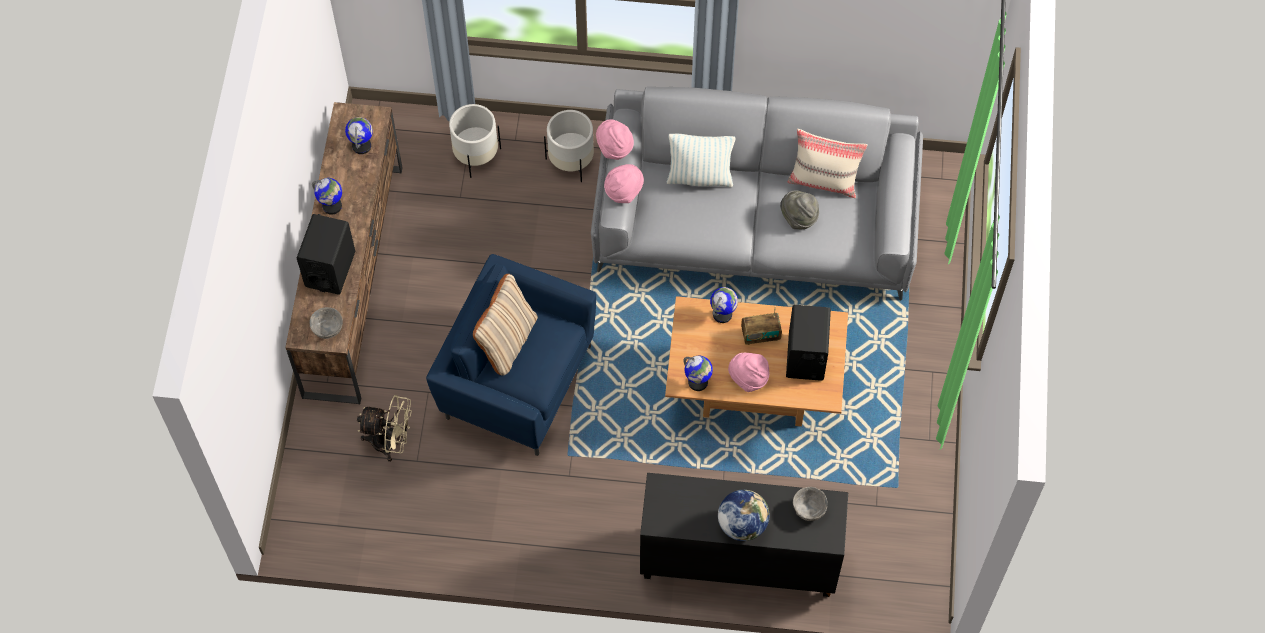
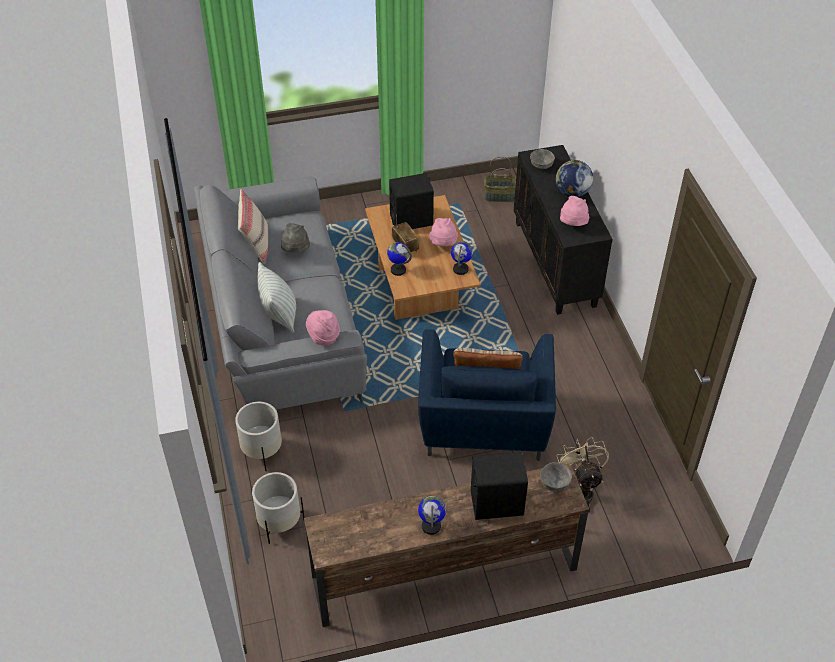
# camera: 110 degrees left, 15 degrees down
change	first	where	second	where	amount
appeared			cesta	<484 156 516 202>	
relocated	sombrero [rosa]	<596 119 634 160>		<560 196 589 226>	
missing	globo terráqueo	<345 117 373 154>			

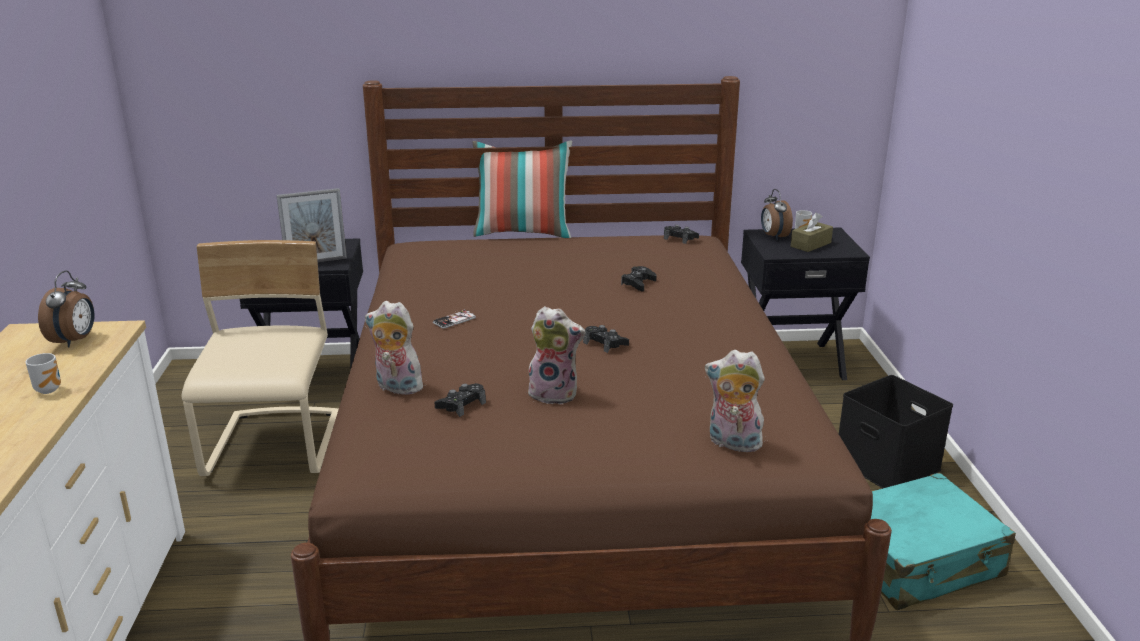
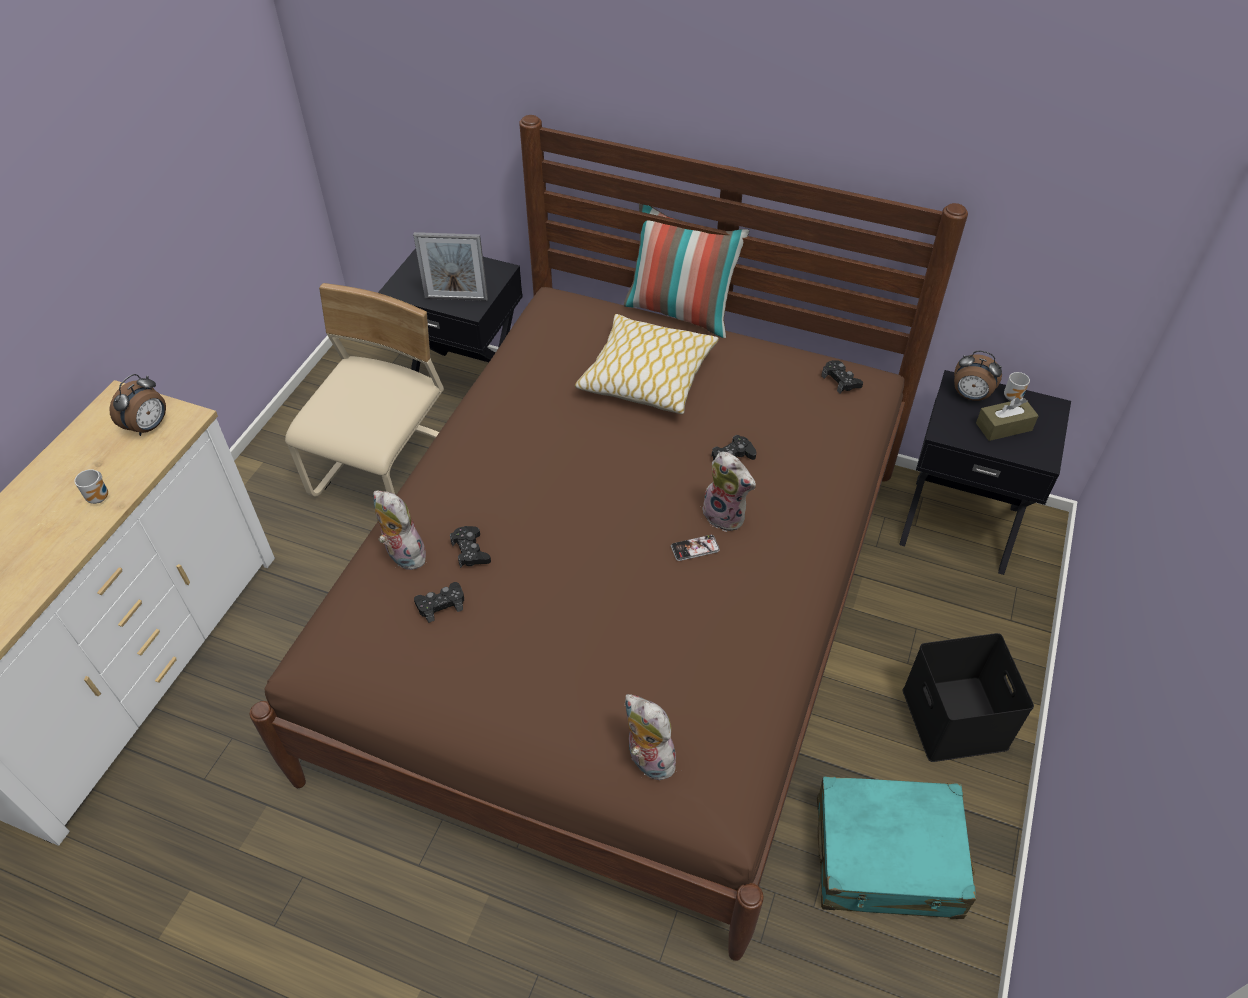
# camera: 25 degrees right, 25 degrees up
change	first	where	second	where	amount
relocated	mando de consola [negro]	<583 325 629 353>		<450 526 491 568>	
appeared			cojín	<575 314 719 414>	
relocated	móvil	<433 309 476 329>		<671 535 720 561>	
relocated	peluche	<526 306 585 405>		<702 452 756 532>	
spun	despertador	<761 189 793 240>		<954 350 1002 401>	75 degrees counterclockwise

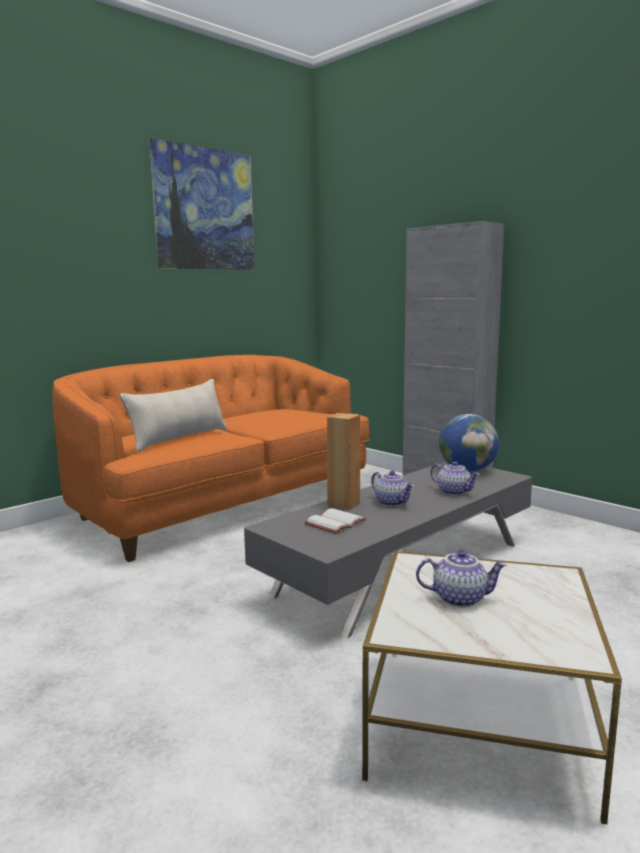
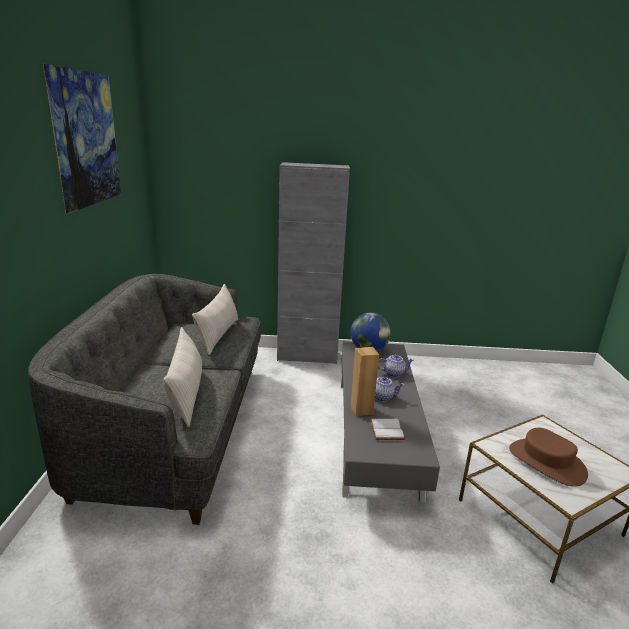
# camera: 45 degrees left, 10 degrees up
change	first	where	second	where	amount
colour	sofá [naranja]	<52 355 369 562>	sofá [gris]	<28 274 261 525>	
appeared			cojín [beis]	<192 284 238 355>	
exchanged	tetera	<416 550 507 607>	sombrero [marrón]	<509 428 588 487>	

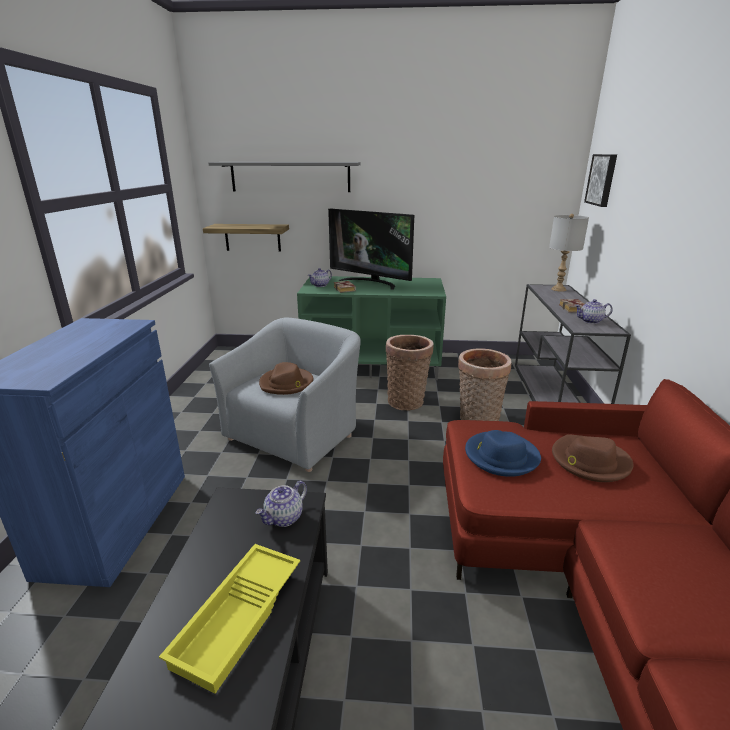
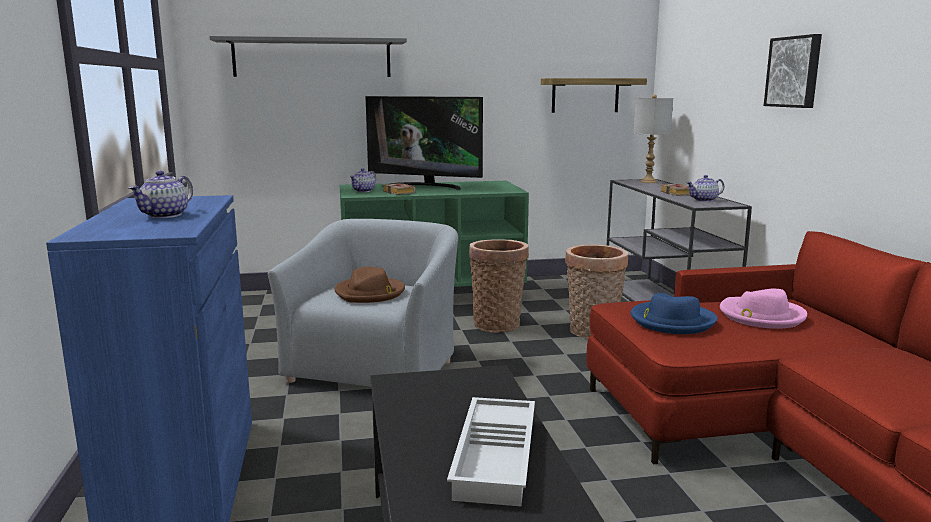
# camera: 15 degrees left, 10 degrees down
change	first	where	second	where	amount
relocated	tetera	<255 481 307 527>		<129 171 193 218>	
colour	bandeja [amarillo]	<159 544 300 694>	bandeja [blanco]	<447 397 535 506>	
relocated	estante	<203 224 289 252>		<541 78 647 113>	
colour	sombrero [marrón]	<552 435 634 482>	sombrero [rosa]	<720 289 807 329>	
relocated	cuadro	<584 154 617 207>		<764 34 822 108>	

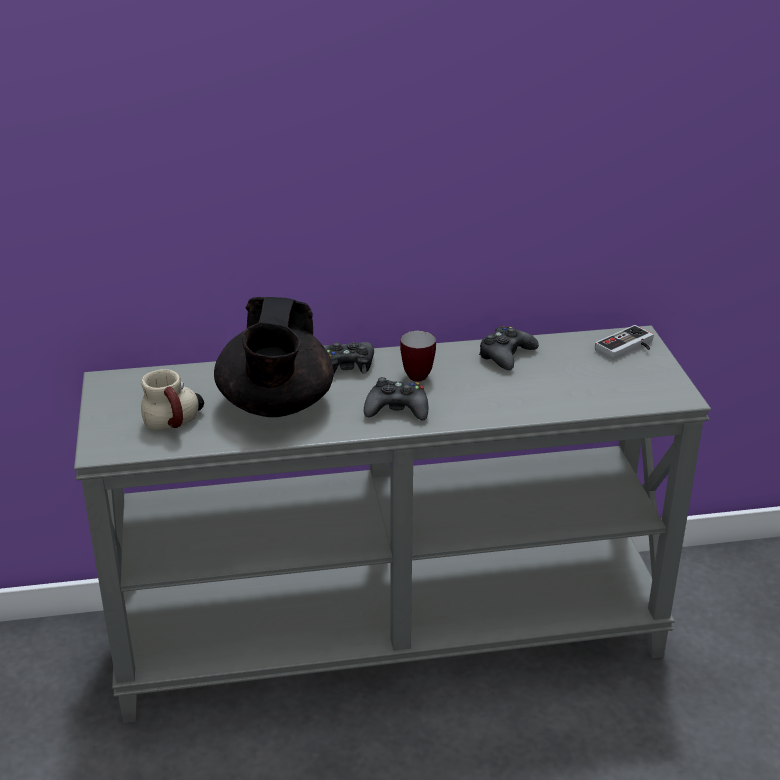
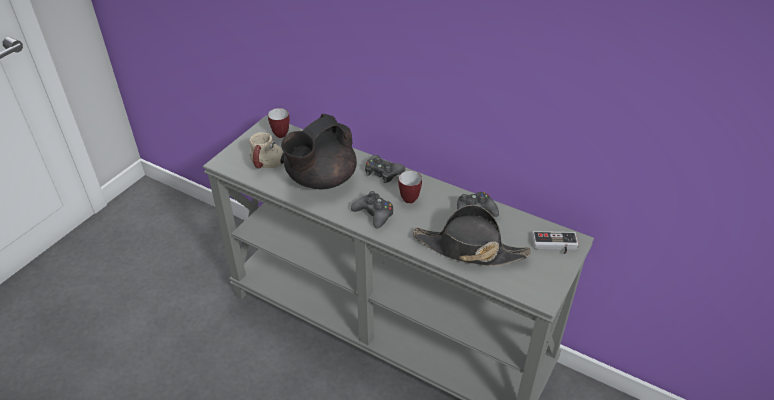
# camera: 40 degrees right, 10 degrees up
change	first	where	second	where	amount
appeared			taza grande	<268 108 290 138>	
appeared			sombrero [negro]	<413 205 531 266>	

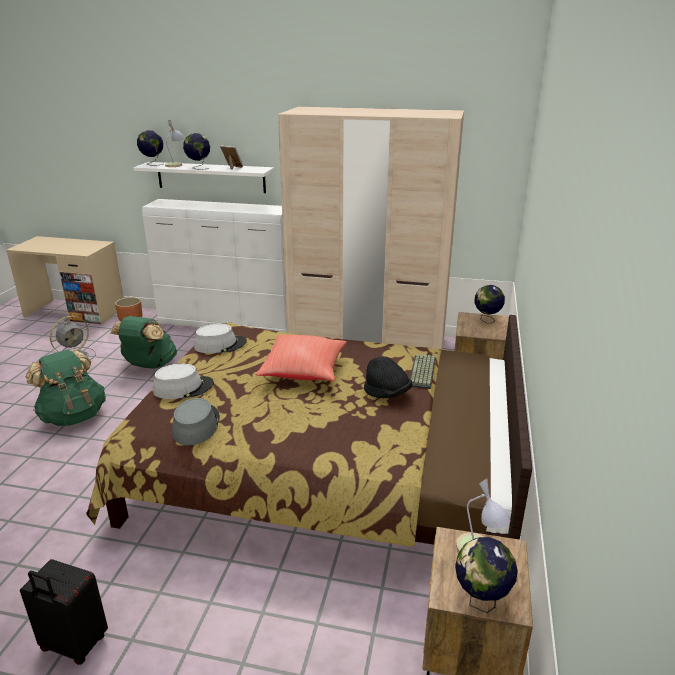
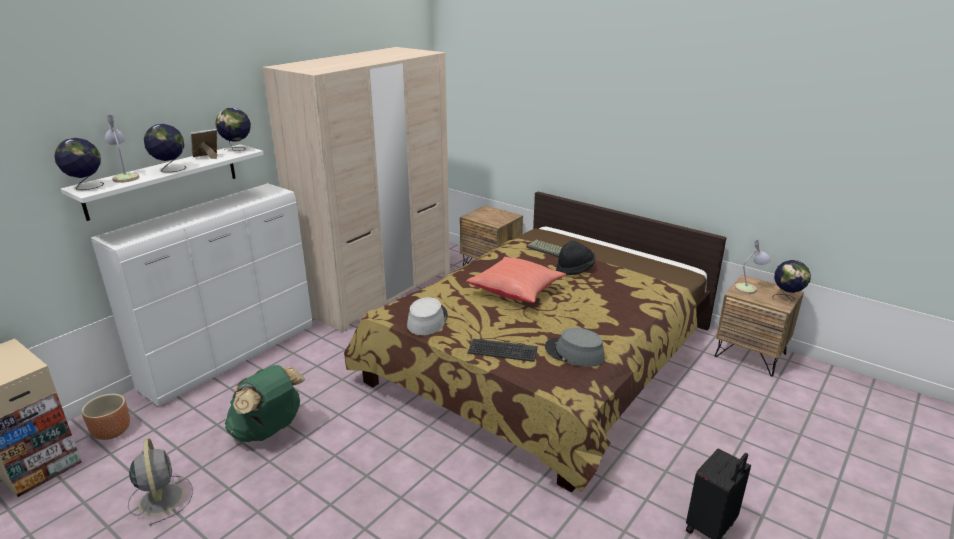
# camera: 65 degrees left, 0 degrees up
change	first	where	second	where	amount
relocated	globo terráqueo	<475 285 505 324>		<215 108 251 151>	
exchanged	sombrero [gris]	<153 363 214 399>	teclado	<467 339 538 362>	
missing	mochila [verde]	<26 350 106 426>			

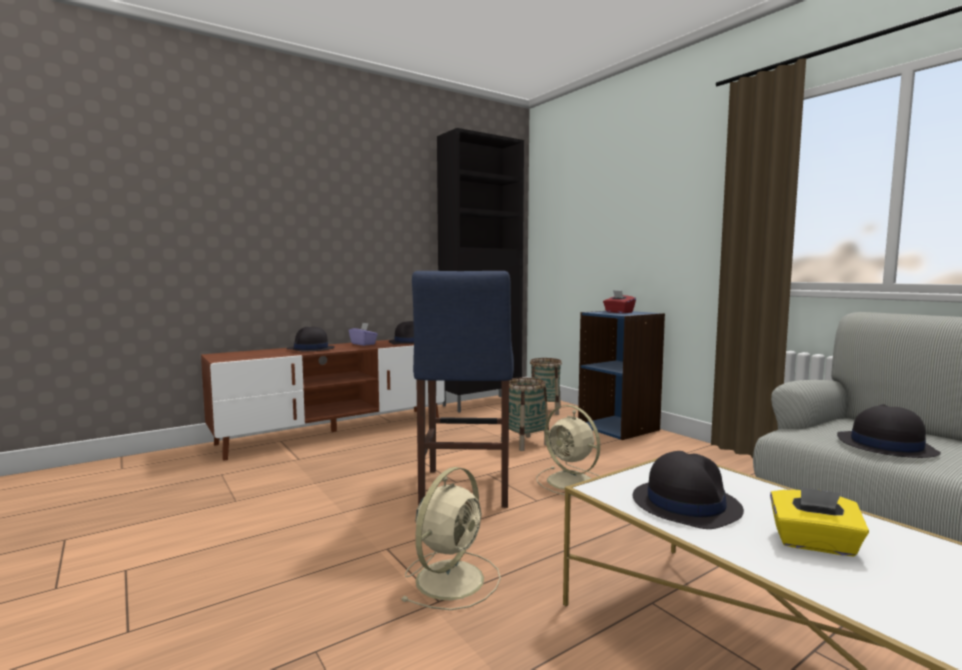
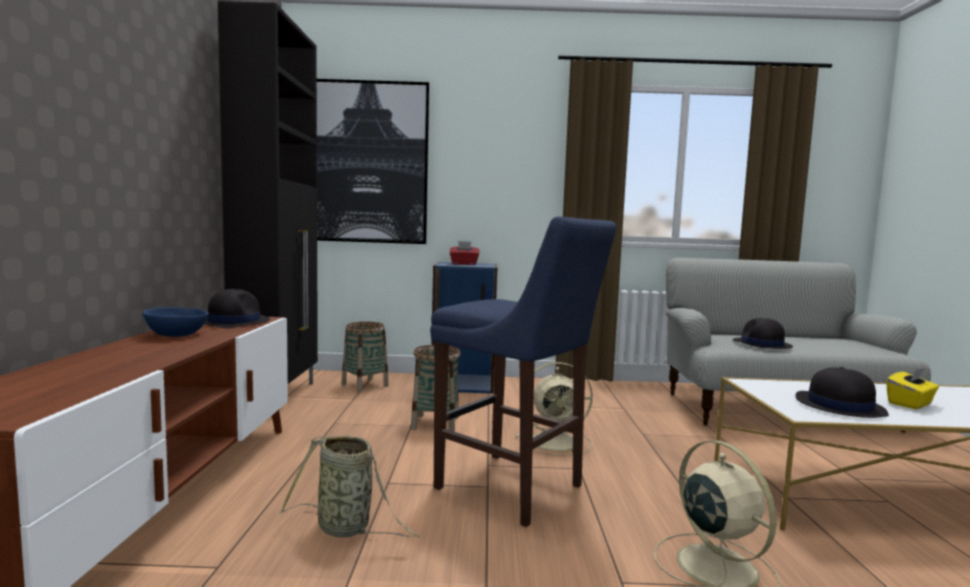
# camera: 55 degrees left, 0 degrees up
change	first	where	second	where	amount
exchanged	caja de pañuelos [morado]	<349 323 378 346>	cuenco [azul]	<143 307 209 337>	
appeared			cesta	<280 435 419 537>	
appeared			cuadro	<317 79 430 244>	
missing	sombrero [negro]	<287 326 335 351>			

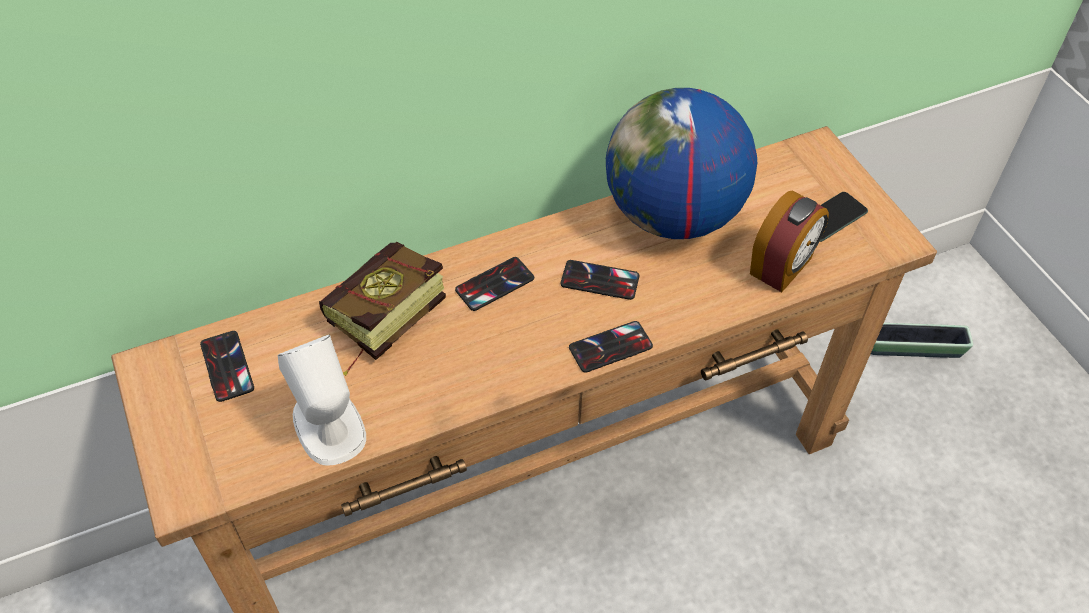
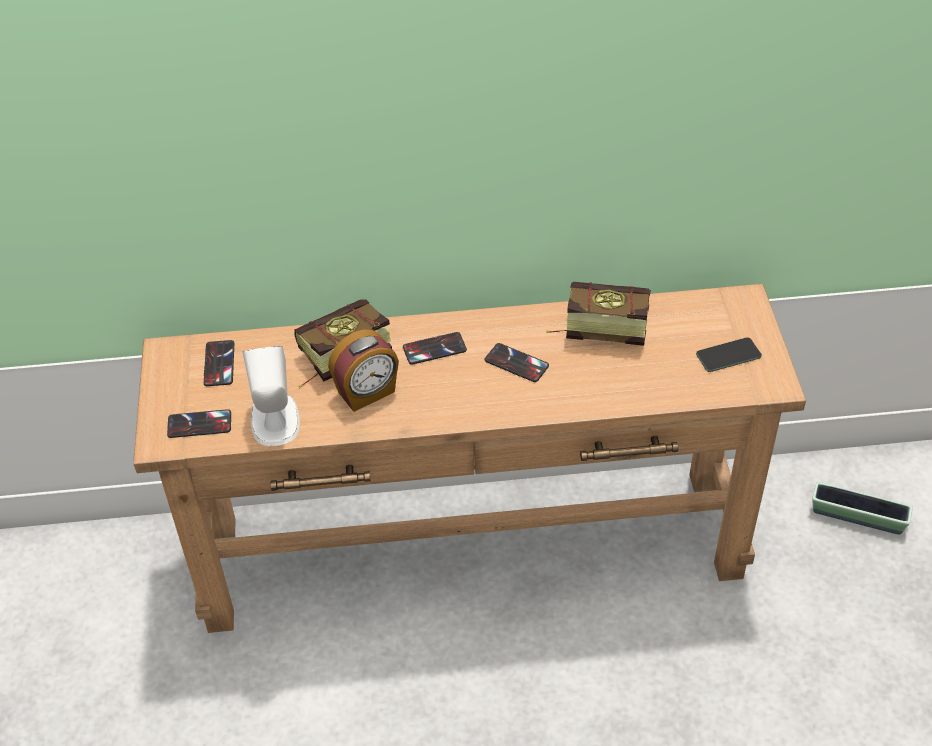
# camera: 20 degrees right, 5 degrees down
change	first	where	second	where	amount
relocated	móvil	<569 321 653 373>		<167 409 231 438>	
relocated	despertador	<750 190 829 292>		<328 329 399 412>	
exchanged	globo terráqueo	<606 88 757 239>	libro	<546 282 651 346>	

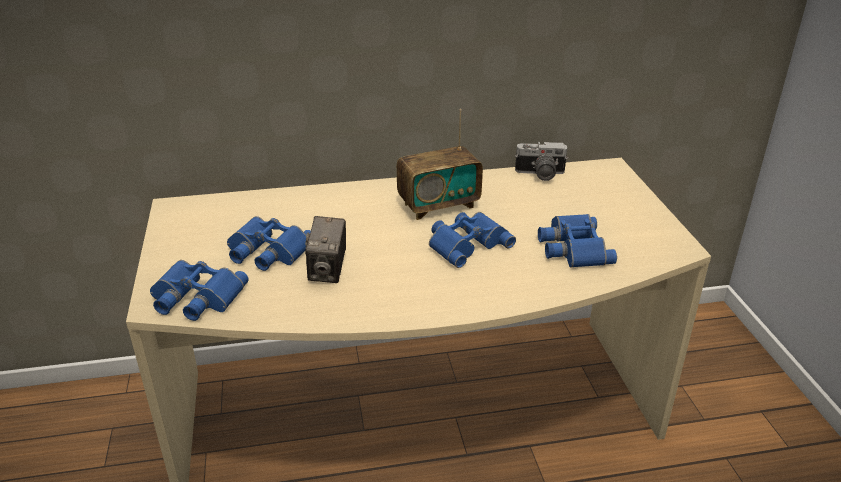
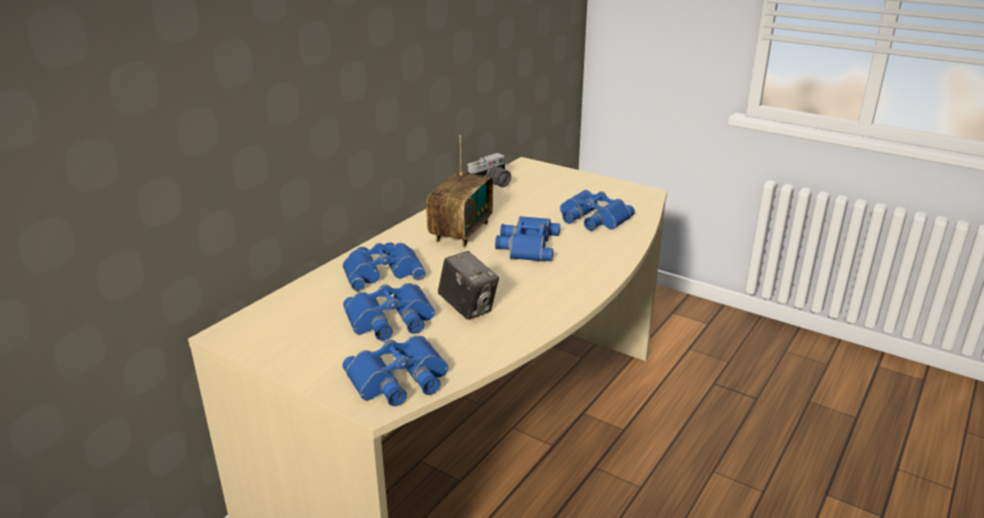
# camera: 45 degrees left, 5 degrees down
change	first	where	second	where	amount
appeared			prismáticos [azul]	<343 242 426 291>	

